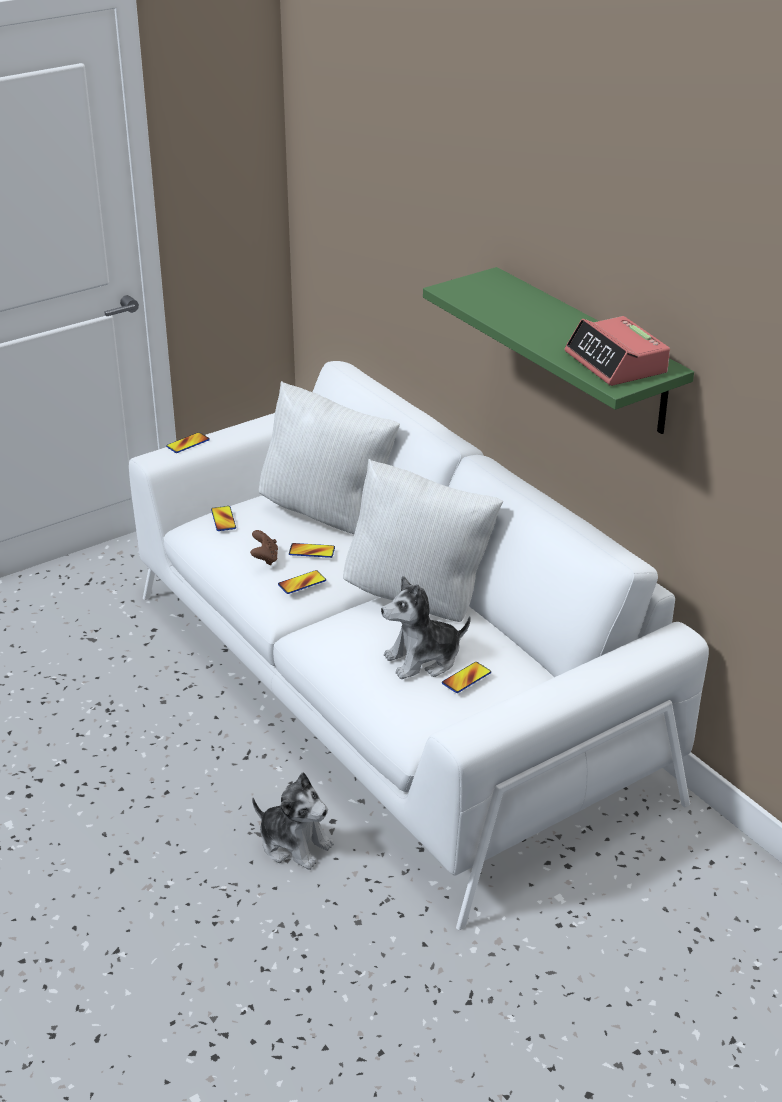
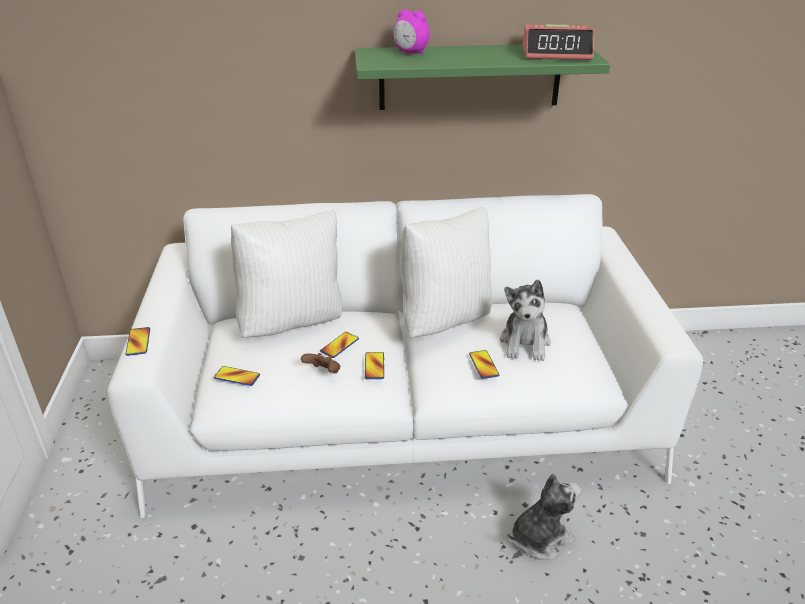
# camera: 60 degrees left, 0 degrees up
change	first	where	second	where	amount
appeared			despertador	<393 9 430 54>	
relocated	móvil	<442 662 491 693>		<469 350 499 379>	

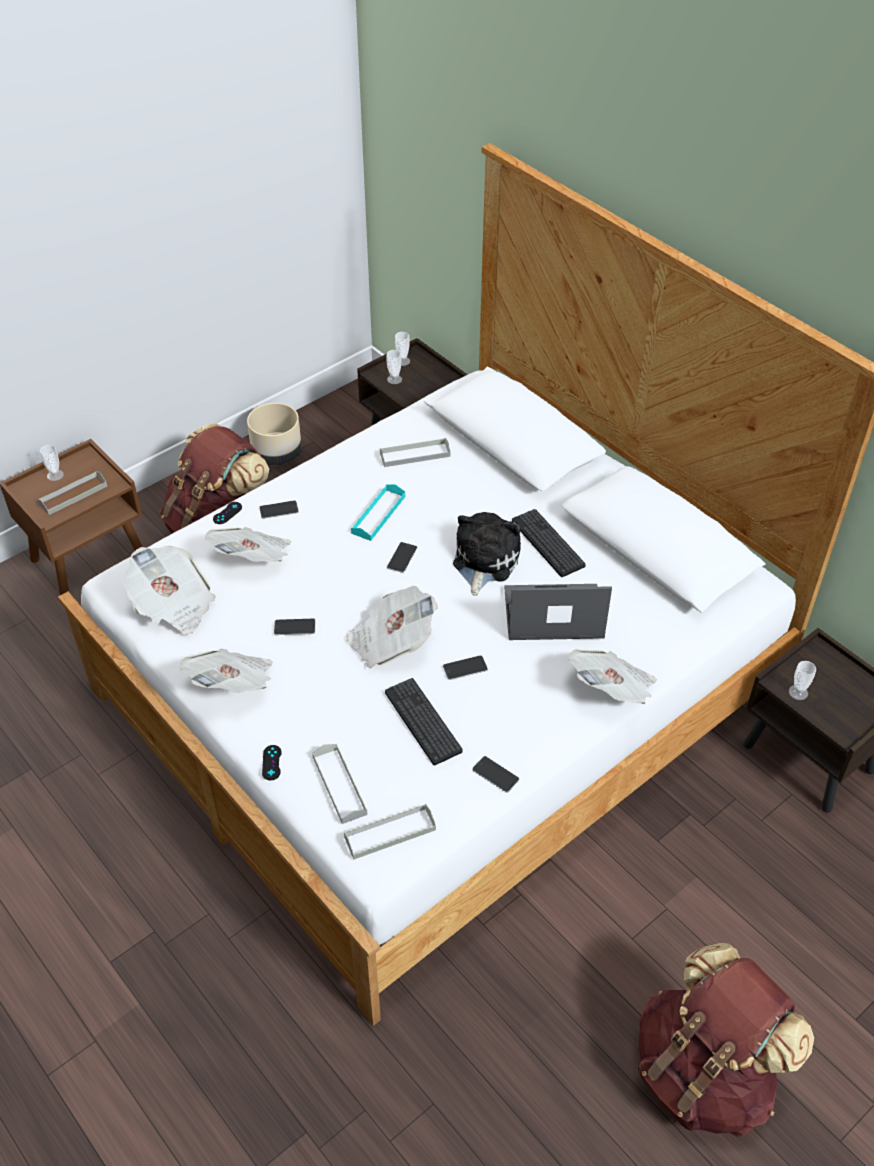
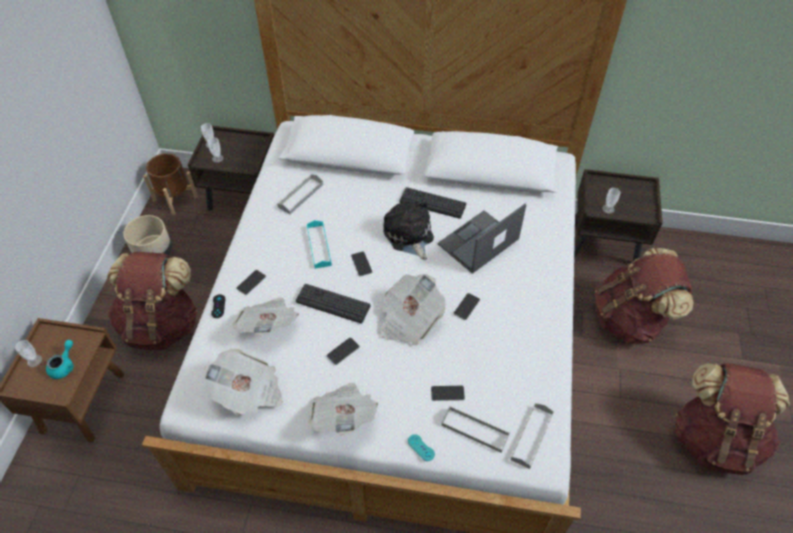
# camera: 40 degrees left, 5 degrees up
change	first	where	second	where	amount
exchanged	bandeja [gris]	<38 471 107 515>	tetera [turquesa]	<46 340 73 379>	
appeared			maceta [marrón]	<143 153 198 215>	
relocated	teclado	<385 678 462 765>		<296 284 370 323>	
colour	mando de consola [negro]	<262 745 282 780>	mando de consola [turquesa]	<408 434 435 461>	
relocated	móvil	<472 756 519 793>		<431 386 465 401>	
appeared			mochila [marrón]	<595 248 694 344>	
missing	periódico	<569 649 657 705>			

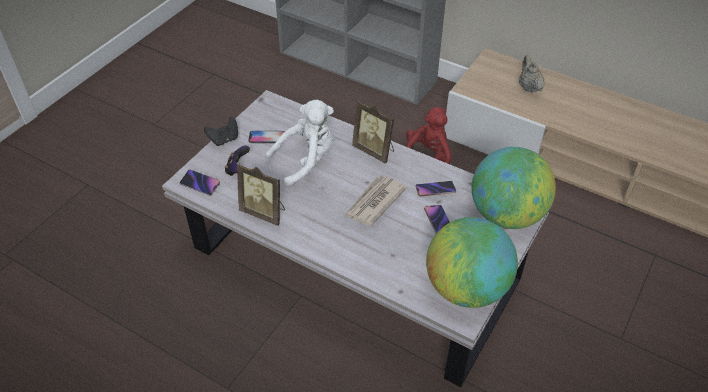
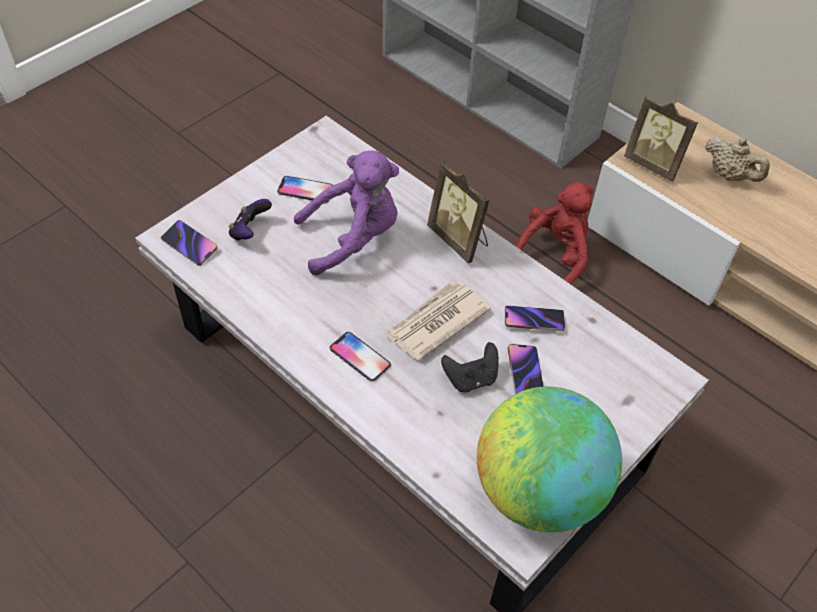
# camera: 10 degrees right, 5 degrees up
change	first	where	second	where	amount
colour	peluche [blanco]	<266 100 334 188>	peluche [morado]	<294 150 399 275>	
appeared			móvil	<330 332 391 382>	
relocated	mando de consola [negro]	<204 117 238 146>		<441 342 499 392>	
relocated	portarretratos	<237 163 285 226>		<624 96 698 182>	
spun	tetera [beis]	<519 55 544 93>		<705 137 770 182>	135 degrees clockwise
missing	globo terráqueo	<472 147 556 229>			

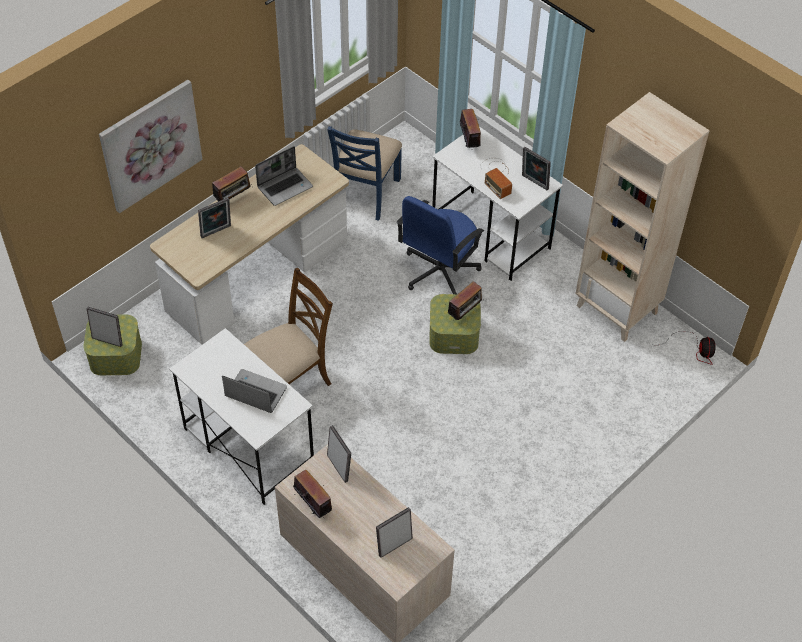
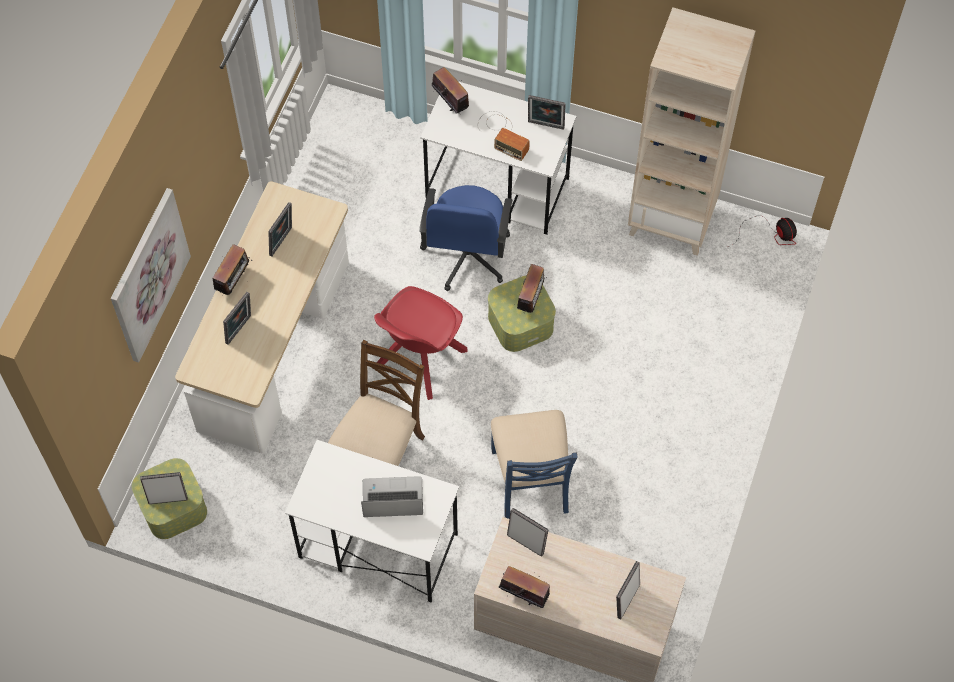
# camera: 25 degrees left, 10 degrees up
change	first	where	second	where	amount
exchanged	portátil	<255 146 313 206>	portarretratos	<268 202 292 256>	
appeared			silla [rojo]	<374 286 468 400>	
relocated	silla [azul]	<327 126 402 221>		<491 410 578 519>	

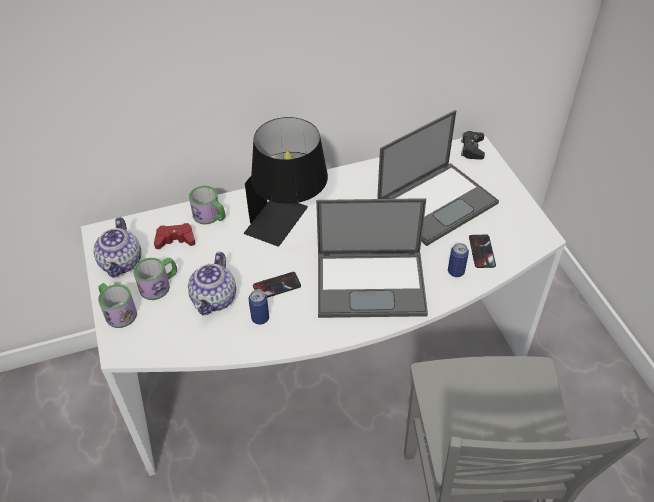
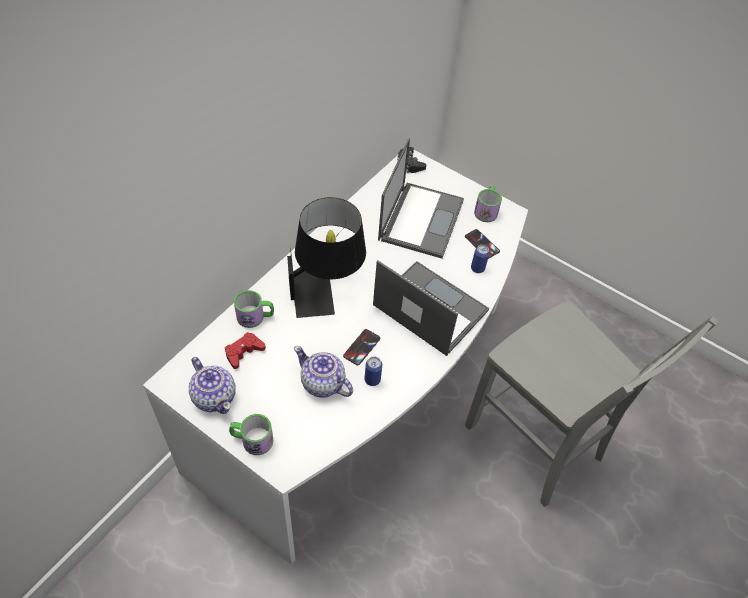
# camera: 40 degrees left, 5 degrees up
change	first	where	second	where	amount
spun	tetera	<188 252 236 315>		<294 346 353 398>	150 degrees clockwise
spun	portátil	<316 198 428 318>		<373 260 489 356>	105 degrees counterclockwise
relocated	taza grande	<133 258 177 300>		<474 186 502 222>	

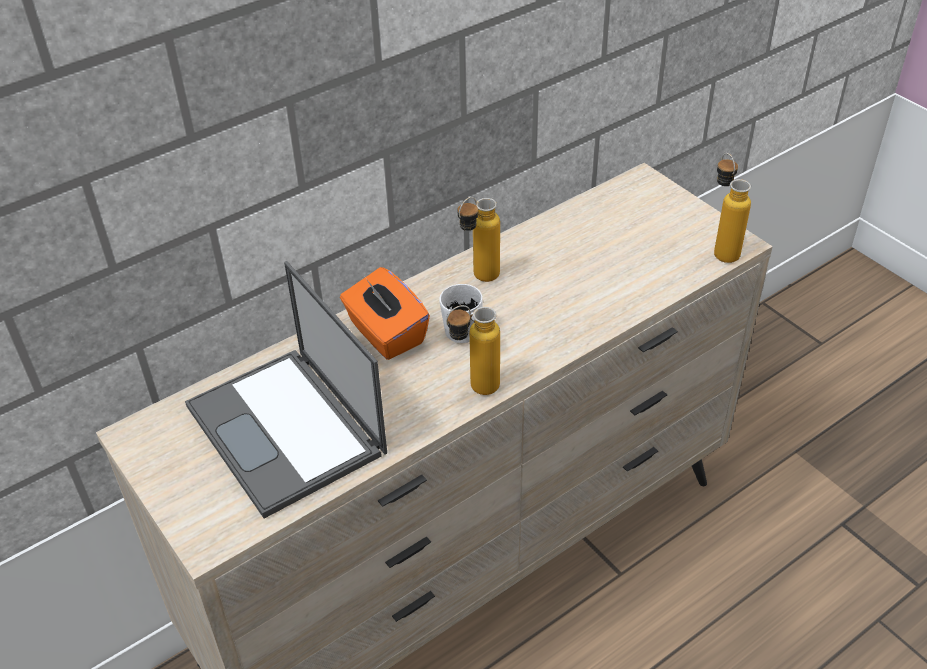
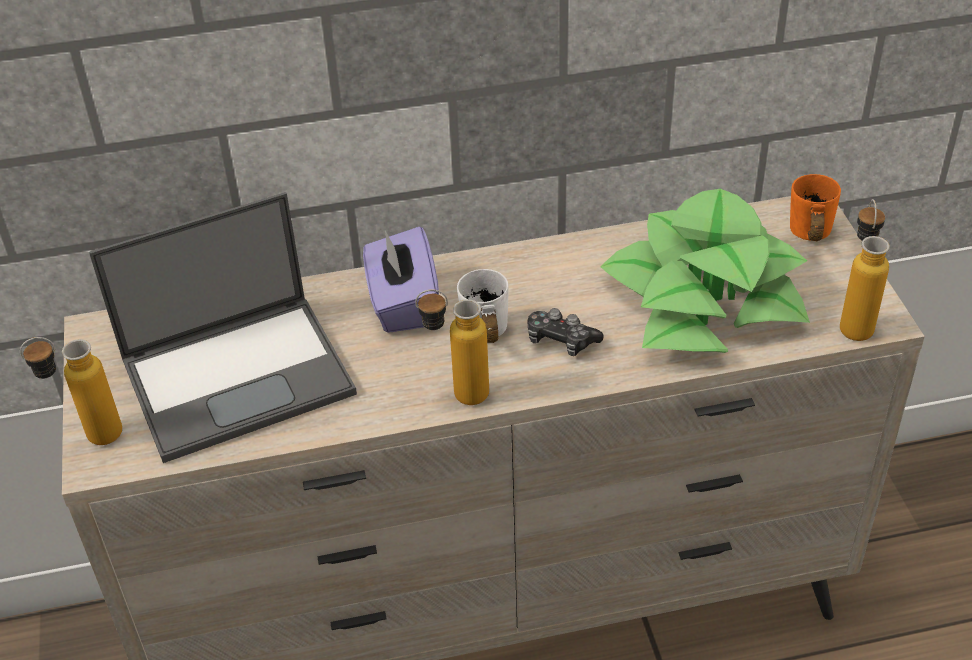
# camera: 25 degrees right, 0 degrees up
change	first	where	second	where	amount
relocated	botella	<457 197 500 282>		<20 337 122 445>	
spun	portátil	<185 261 387 519>		<89 192 357 463>	105 degrees counterclockwise
colour	caja de pañuelos [naranja]	<340 267 430 360>	caja de pañuelos [morado]	<363 226 439 333>	
appeared			mando de consola	<528 308 603 356>	
appeared			planta en maceta	<600 189 810 353>	
appeared			taza grande [naranja]	<790 174 841 241>	

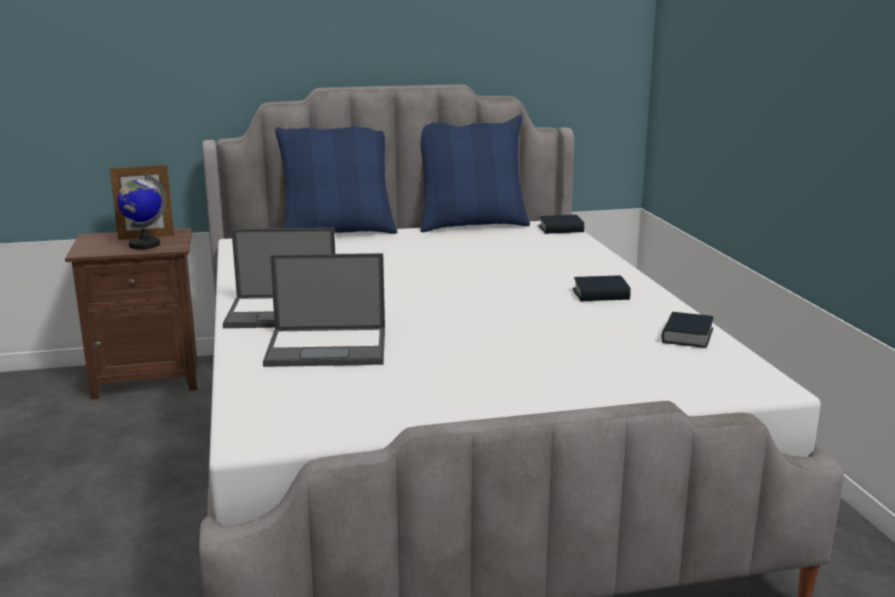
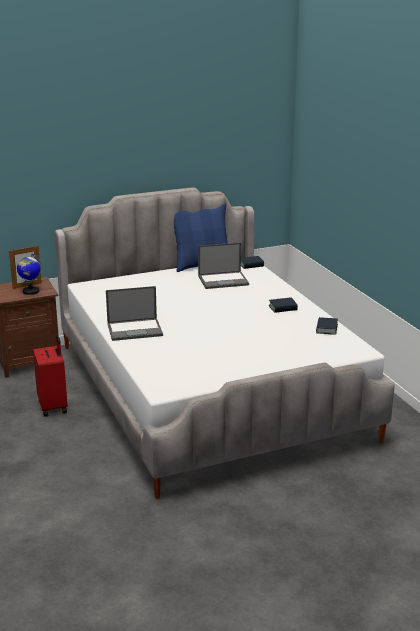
# camera: 10 degrees left, 5 degrees up
change	first	where	second	where	amount
appeared			maleta [rojo]	<33 335 68 417>	
relocated	portátil	<263 253 385 367>		<198 243 249 289>	
missing	cojín [azul]	<275 126 398 234>			

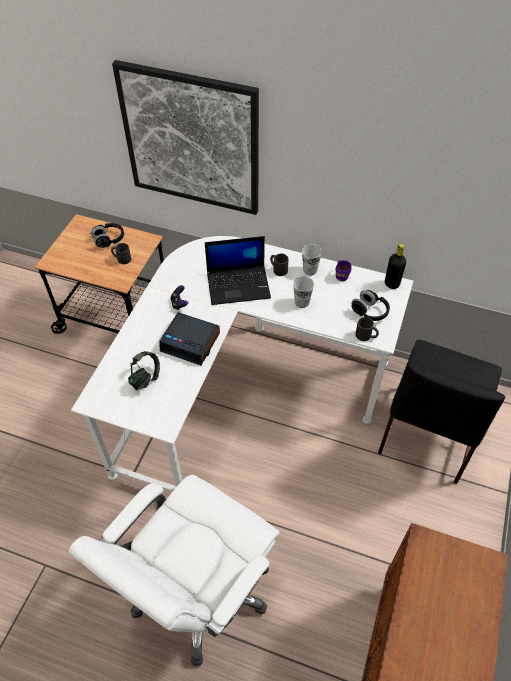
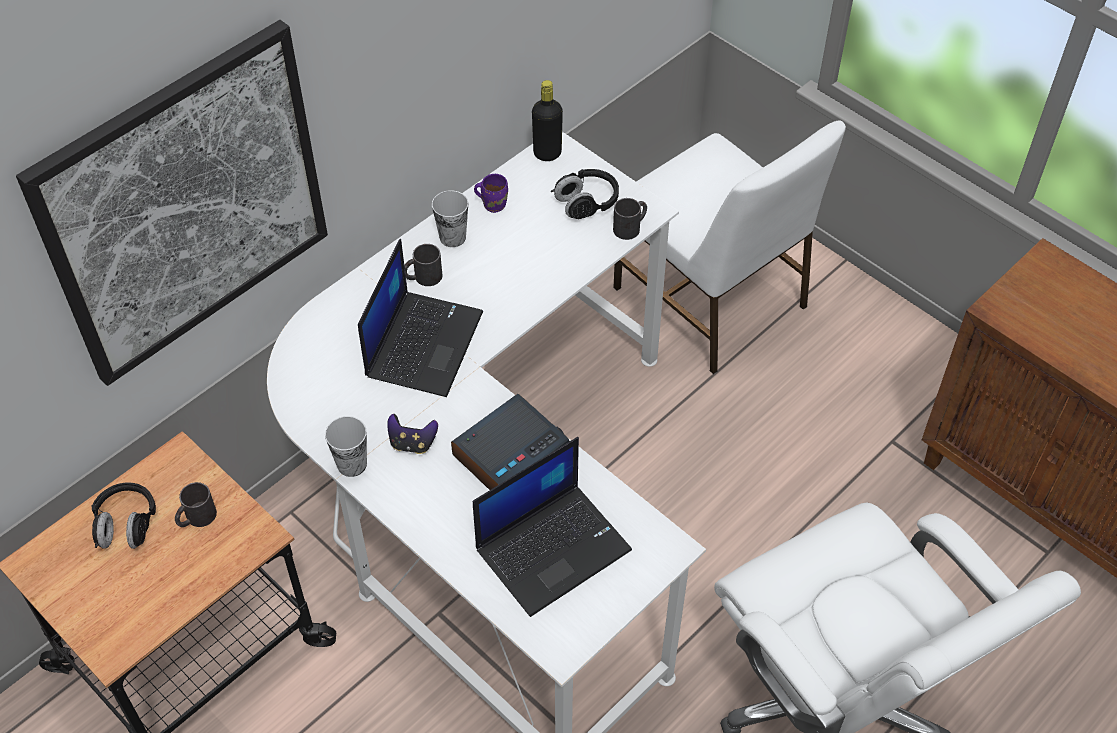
# camera: 65 degrees left, 0 degrees up
change	first	where	second	where	amount
relocated	taza	<293 276 314 308>		<325 416 367 477>	
exchanged	auriculares	<128 351 160 390>	portátil	<473 437 632 617>	
colour	silla [negro]	<378 340 505 484>	silla [blanco]	<613 120 846 374>	

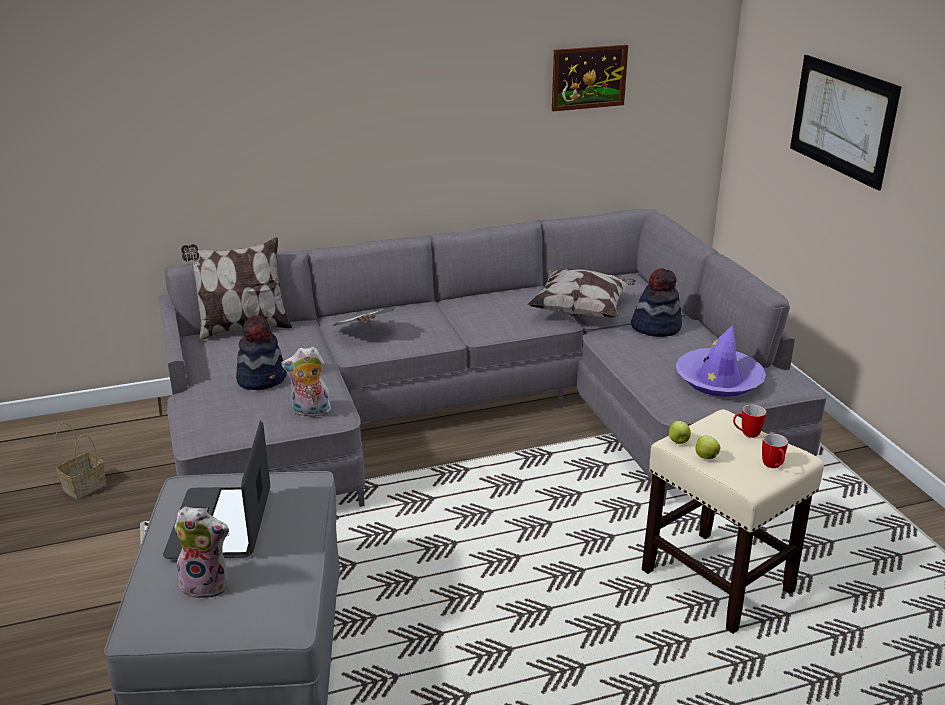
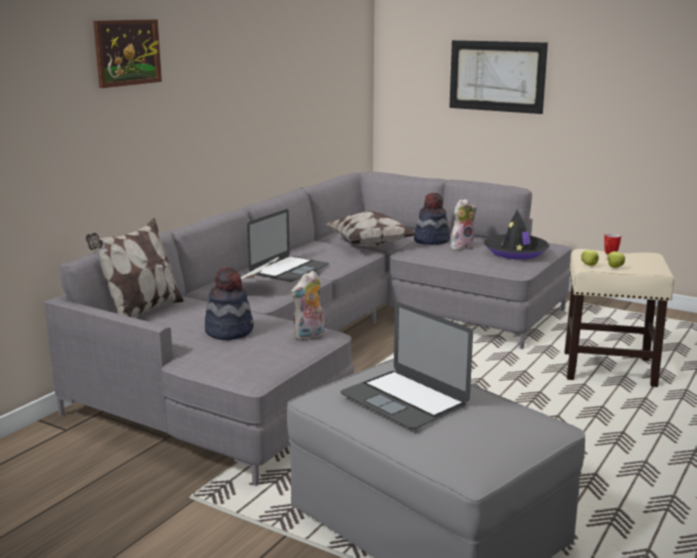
# camera: 40 degrees left, 10 degrees down
change	first	where	second	where	amount
relocated	cuadro	<552 45 628 111>		<93 19 162 88>	
appeared			portátil	<247 209 329 282>	
relocated	peluche	<174 506 229 599>		<450 199 477 250>	
colour	sombrero [morado]	<675 325 766 397>	sombrero [negro]	<484 210 549 259>	
missing	cesta	<56 423 106 499>			
missing	taza grande	<762 433 788 468>			

